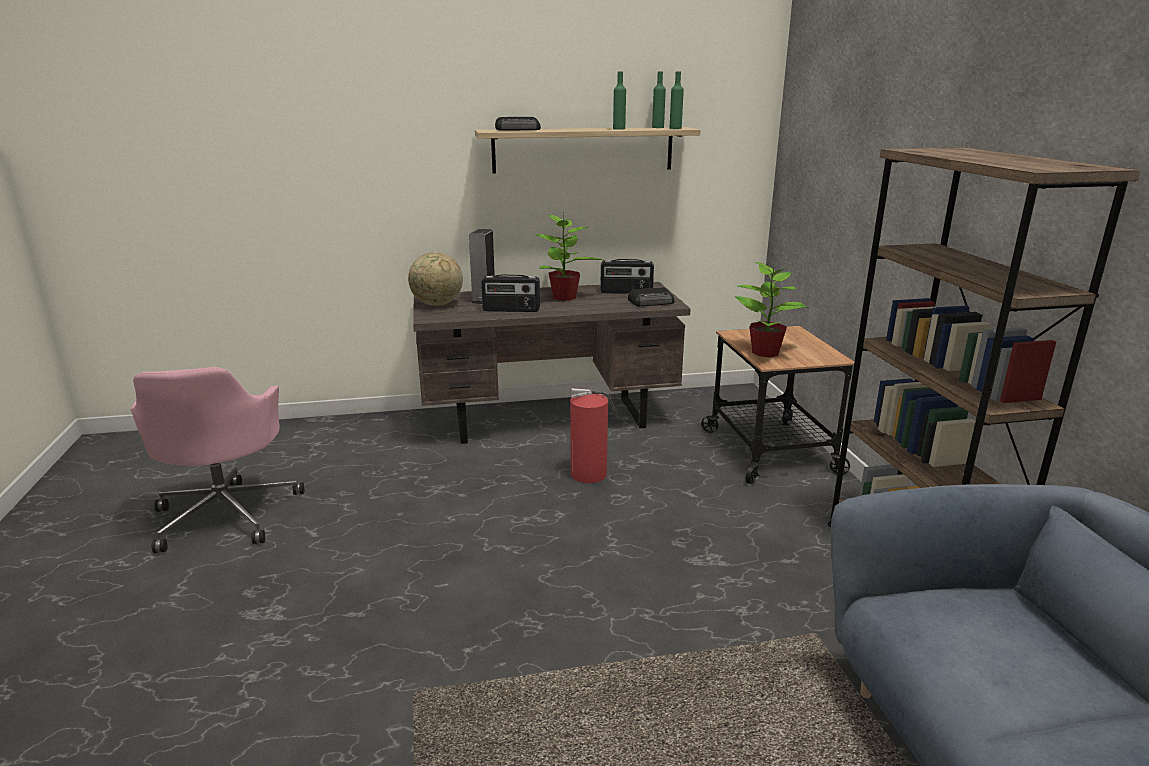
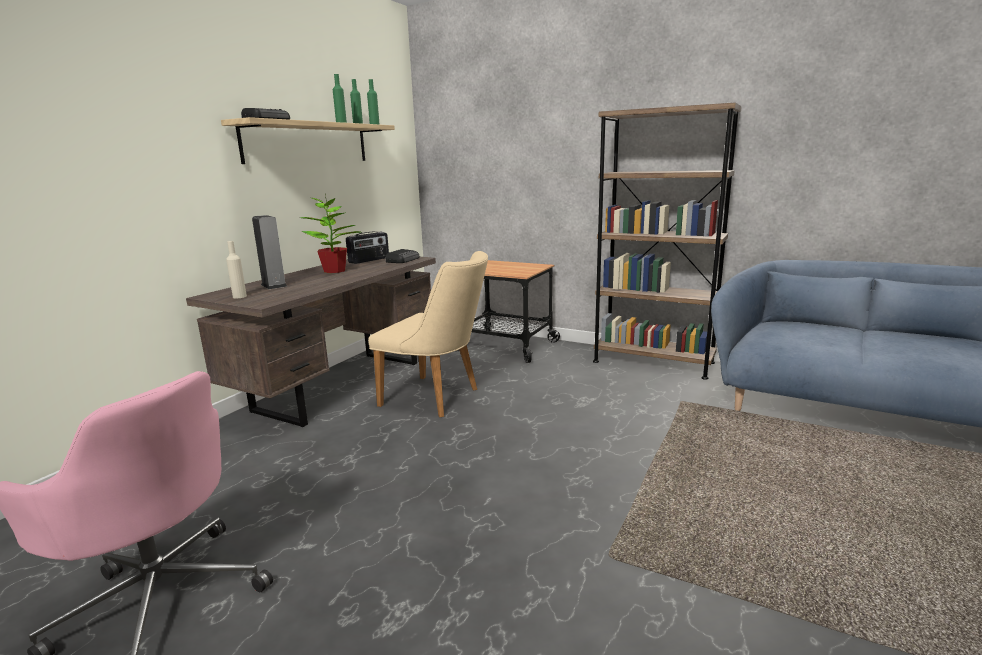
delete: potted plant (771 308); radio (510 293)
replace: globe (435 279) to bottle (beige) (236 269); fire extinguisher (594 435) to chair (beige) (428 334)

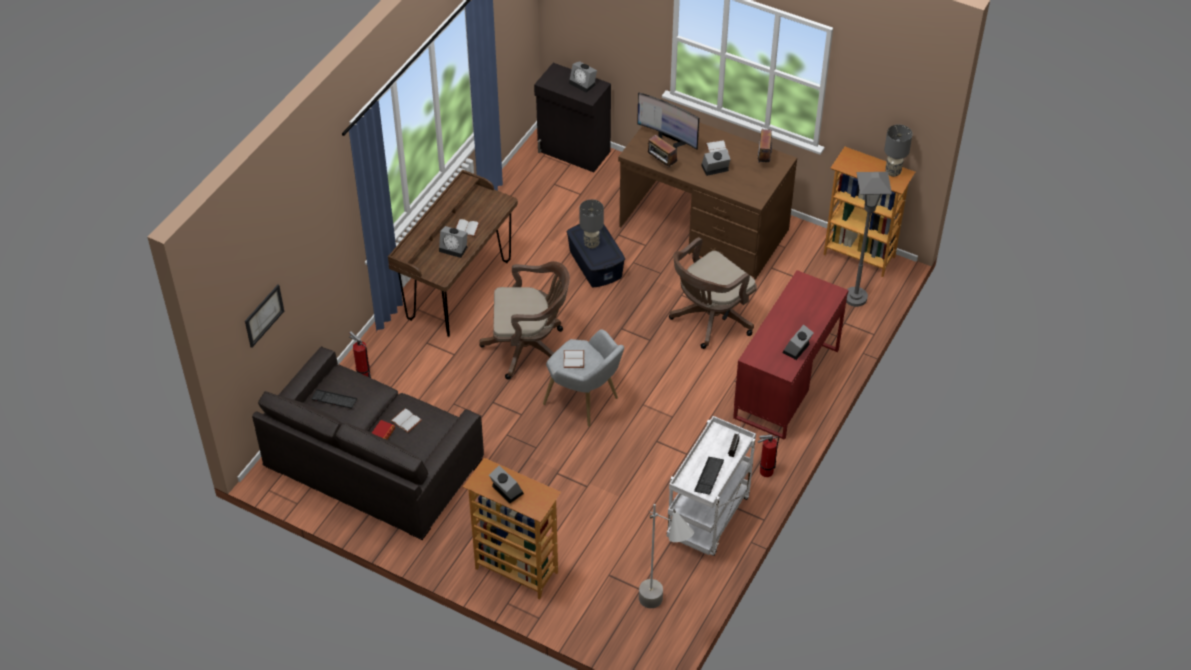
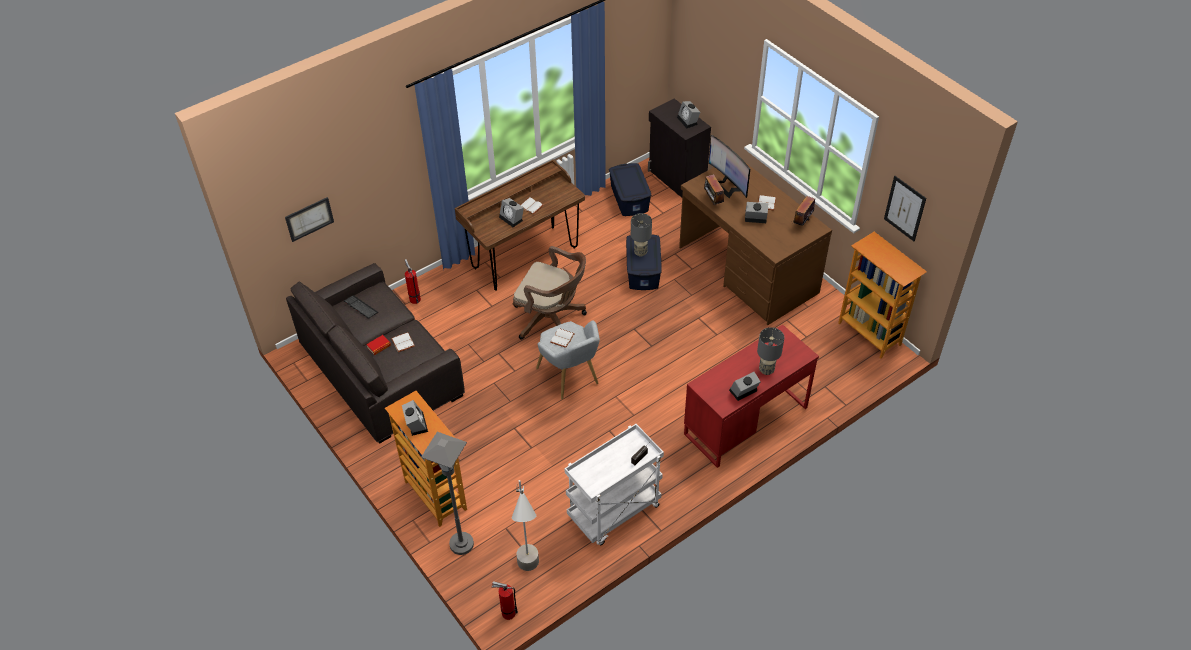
delete: office chair (brown) (713 293); keyboard (709 476)
insert: storage box (blue) (630 189); picture (905 208)
move: table lamp (grey) (898 150) to (770 351); floor lamp (grey) (869 239) to (447 493); fire extinguisher (768 456) to (504 600)

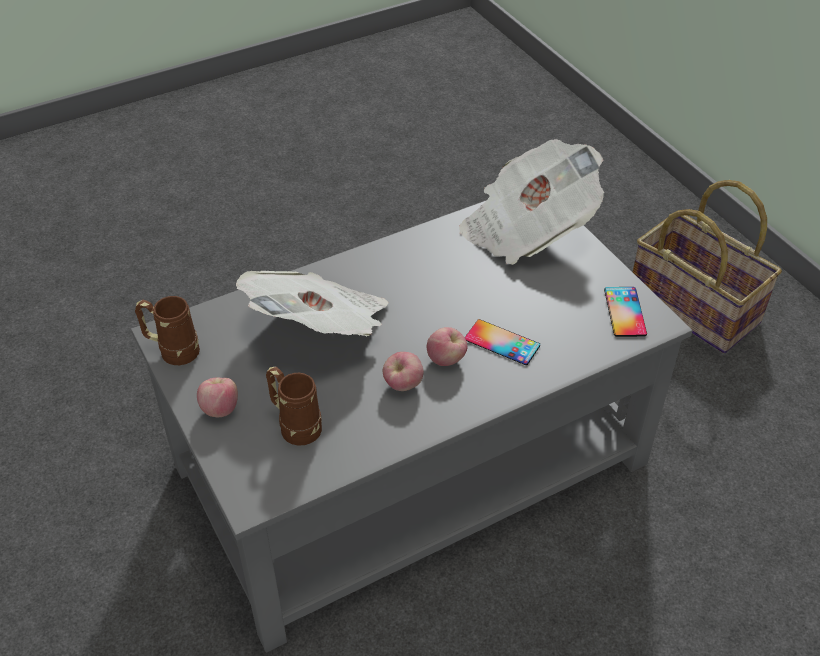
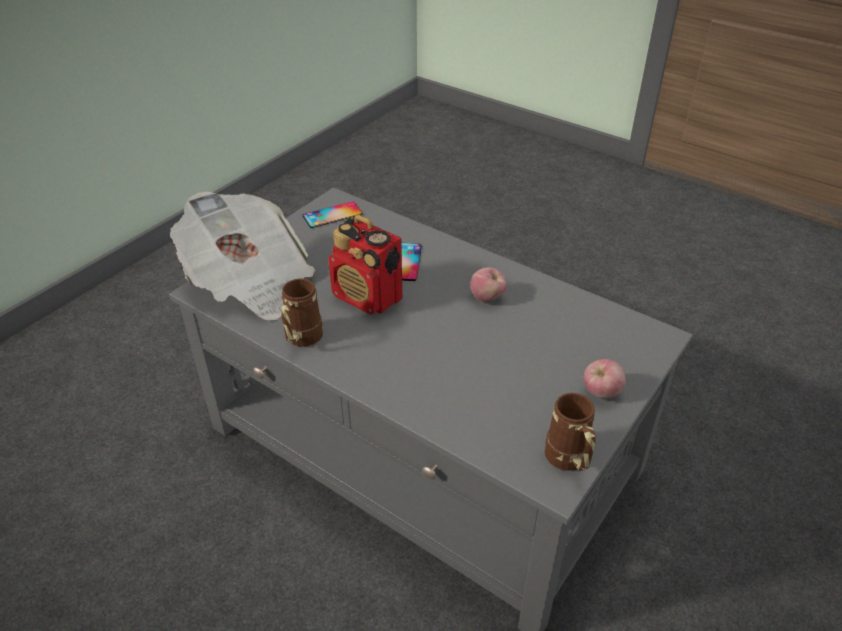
delete: basket (707 266); newspaper (312 303); apple (447 346)
insert: radio (365 265)
move: mug (brown) (294 406) to (302 313)

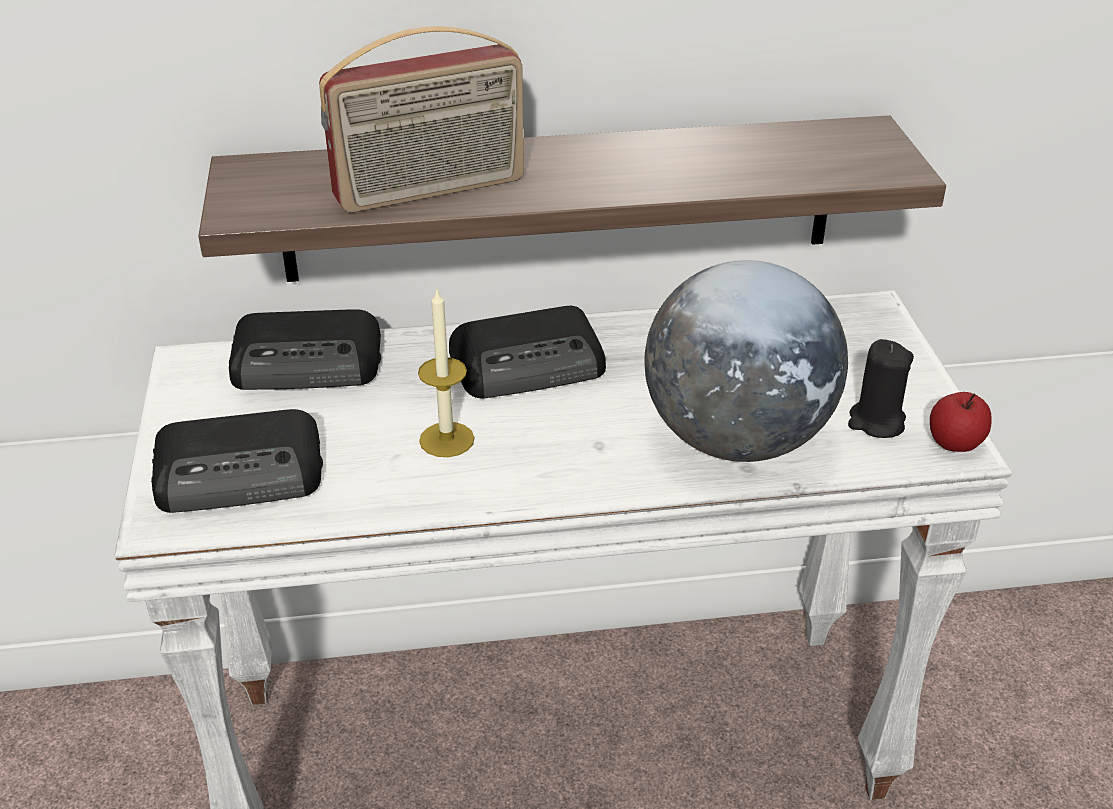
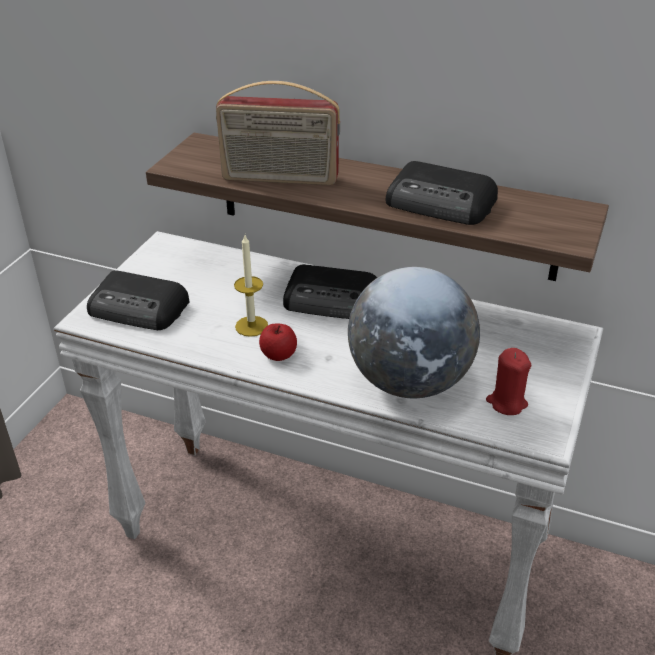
move: radio (305 349) to (441 193); apple (961 422) to (278 342)
recolor: candle (black) (881 388) to candle (red) (509 381)

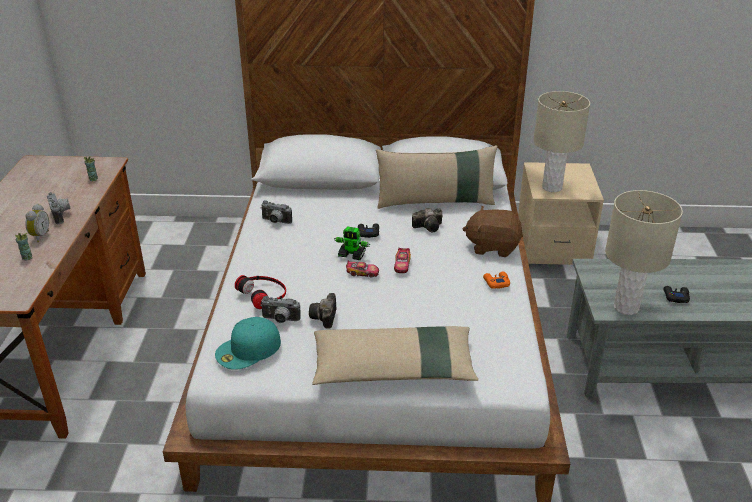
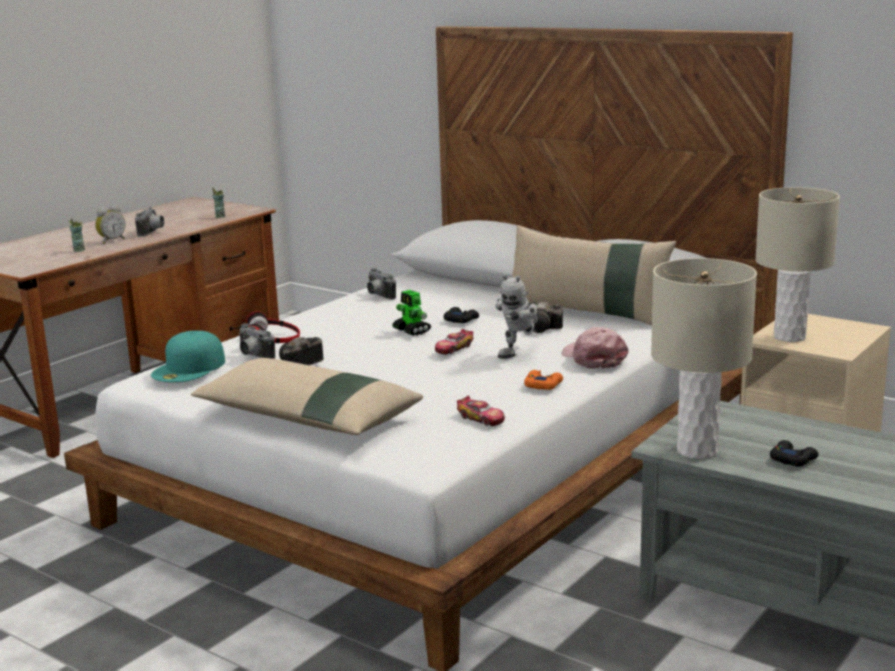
insert: toy robot (517 316)
move: toy car (362 269) to (481 411)
replace: plush toy (brown) (493 231) to cap (pink) (595 348)
rotate: cap (turquoise) (248 343) = (188 357) 60 degrees counterclockwise

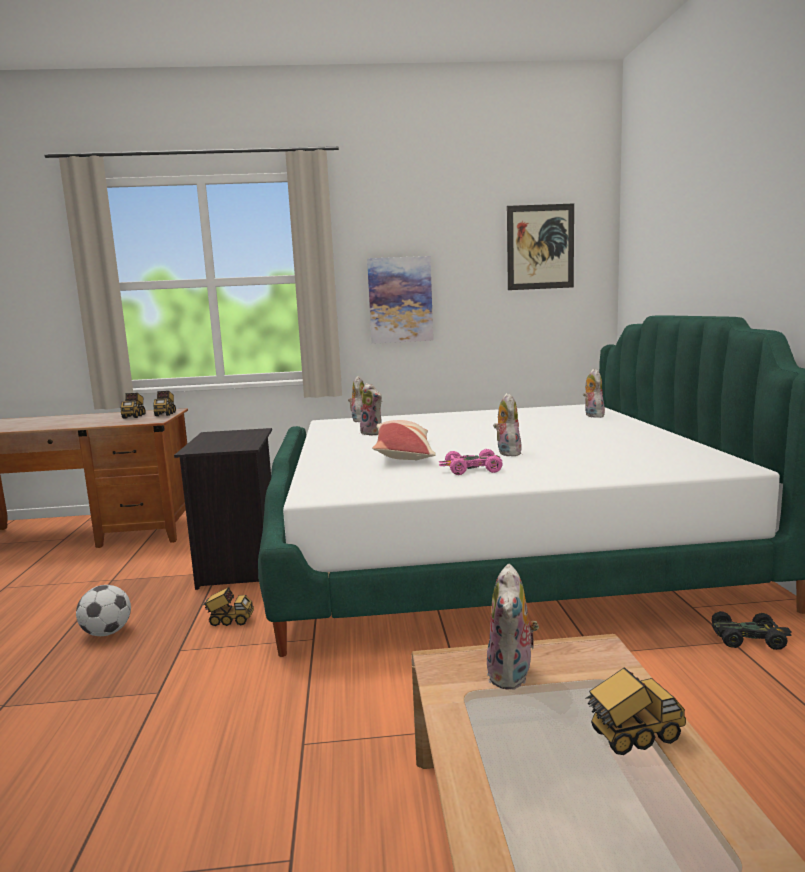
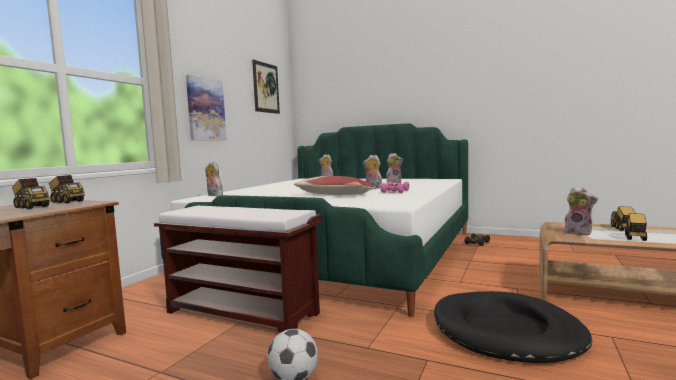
insert: dog bed (black) (513 327)
move: plush toy (371 409) to (395 168); toy truck (228 606) to (636 227)
replace: nightstand (black) (223 509) to bench (brown) (238 269)

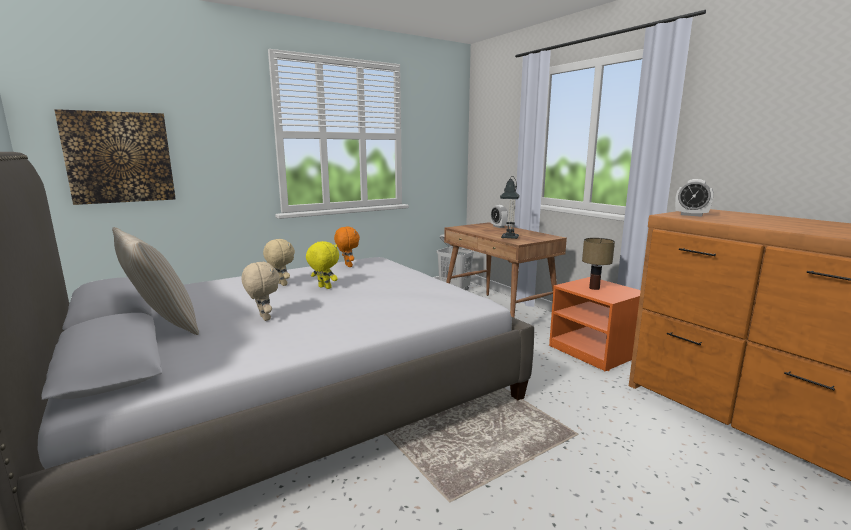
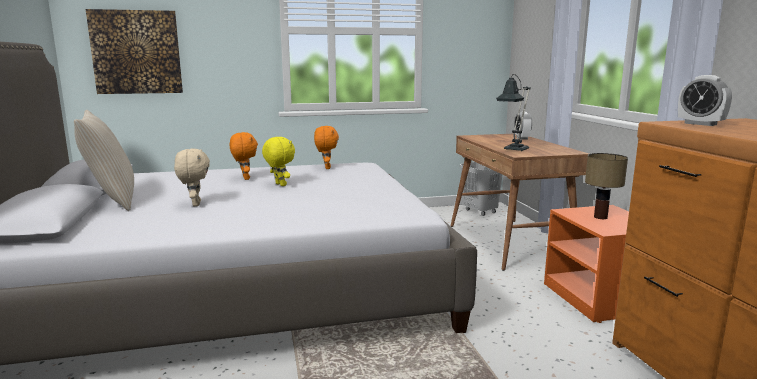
recolor: plush toy (beige) (279 262) to plush toy (orange) (244 156)

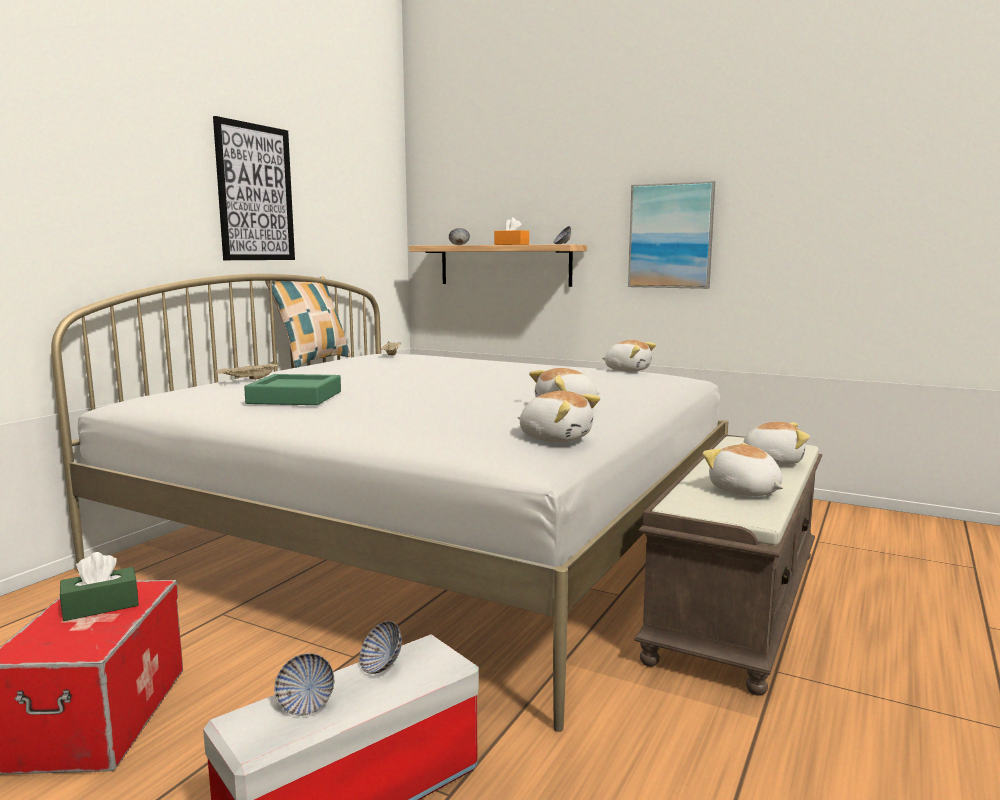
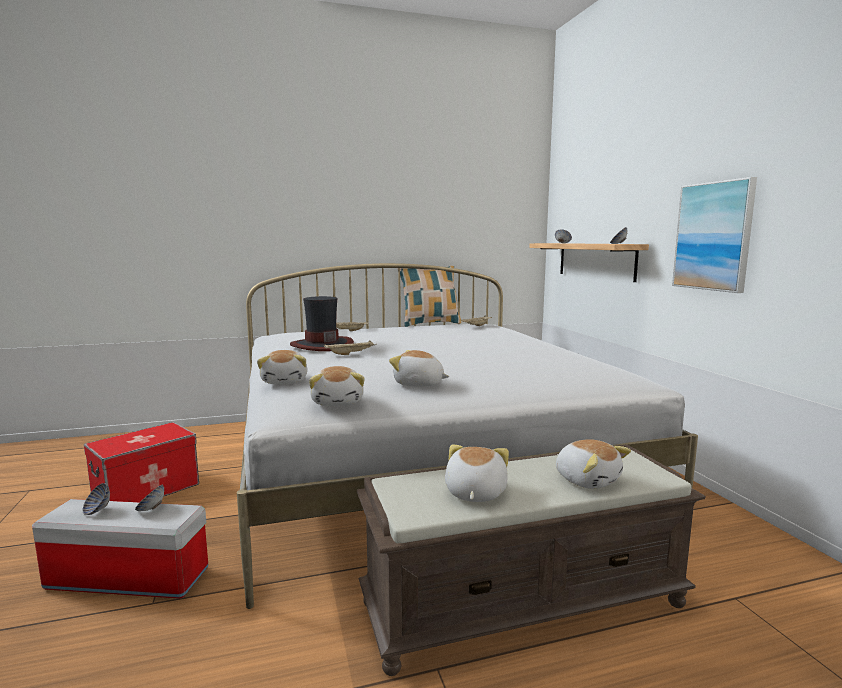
delete: picture (254 188); tissue box (orange) (511 231); tissue box (green) (99 586)
insert: tray (beige) (350 347)
move: plush toy (629 356) to (282 367)
replace: tray (green) (292 389) to hat (322 323)

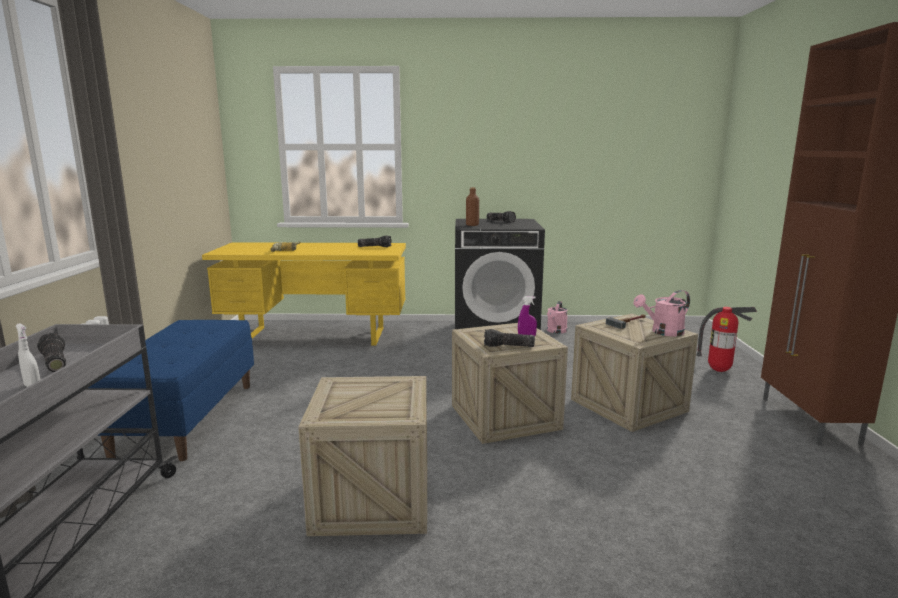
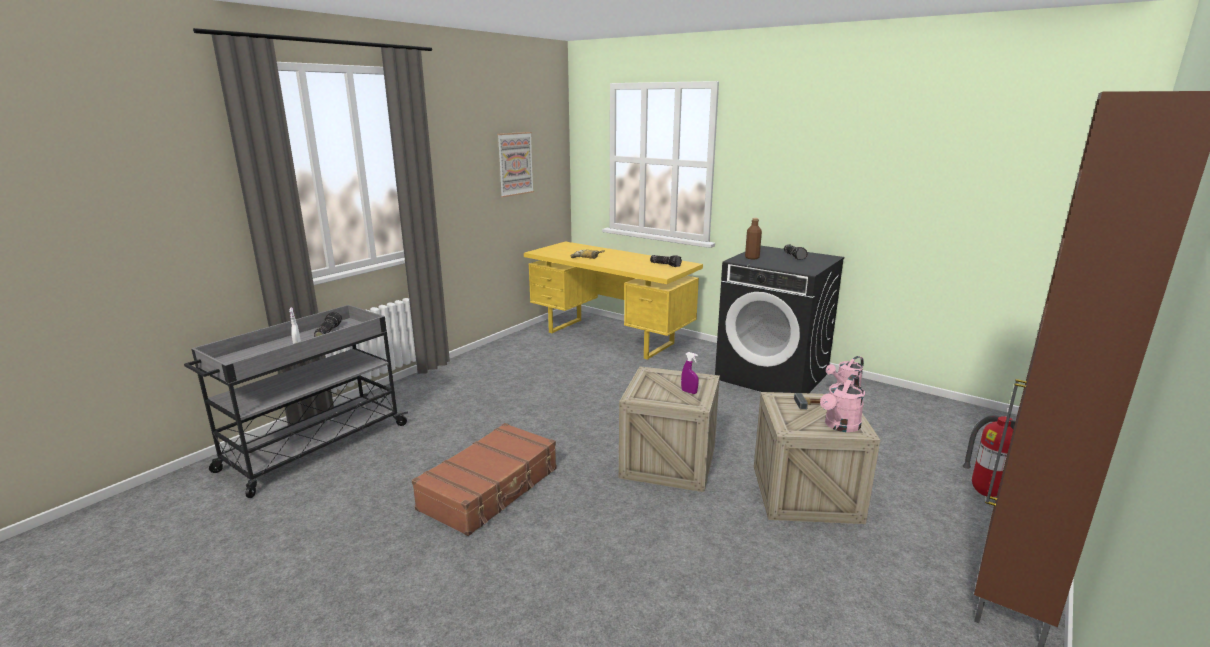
delete: bench (blue) (171 390); flashlight (509 338)
insert: picture (515 164)
replace: crate (362 456) to suitcase (brown) (484 479)
rotate: watering can (pink) (661 313) = (842 403) 60 degrees counterclockwise

